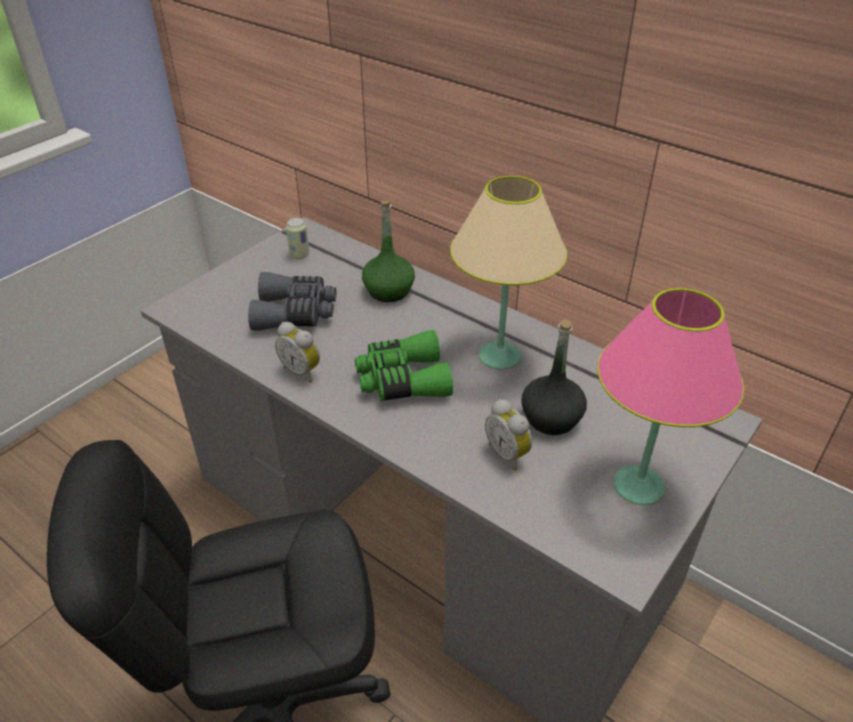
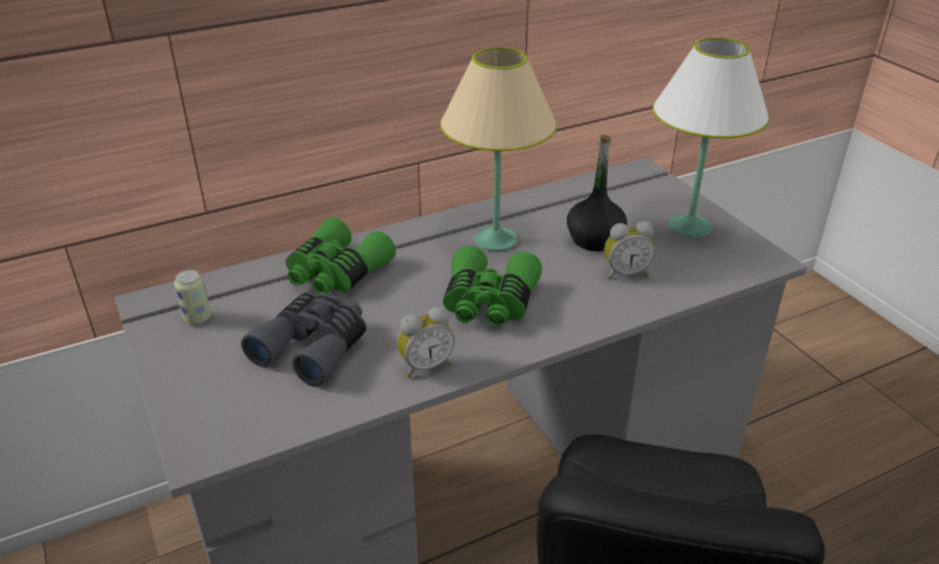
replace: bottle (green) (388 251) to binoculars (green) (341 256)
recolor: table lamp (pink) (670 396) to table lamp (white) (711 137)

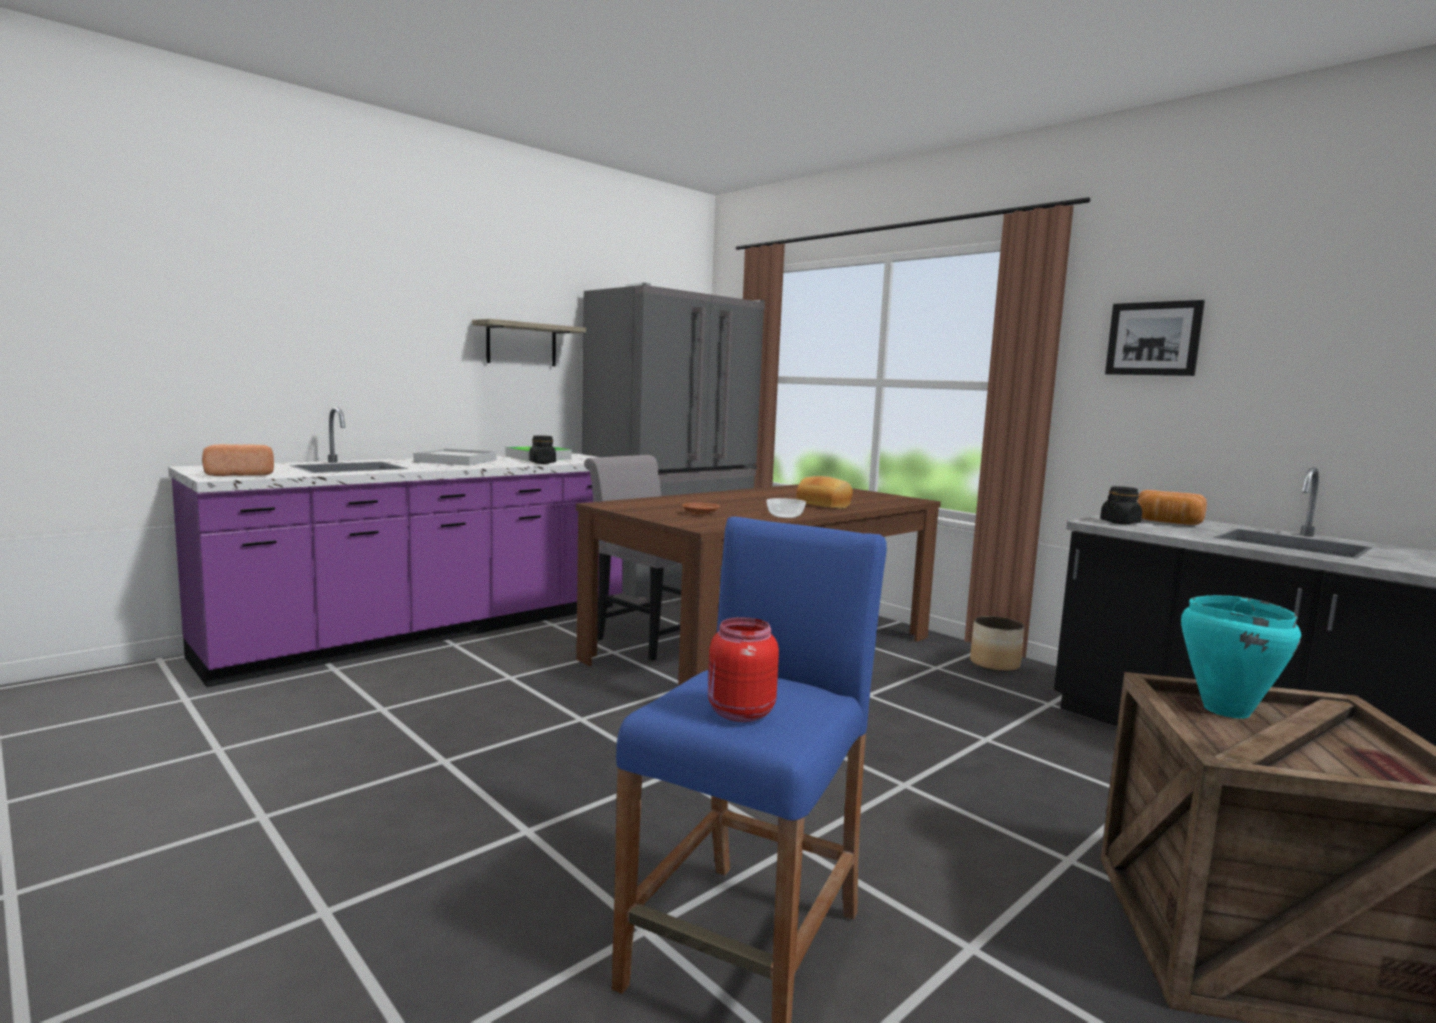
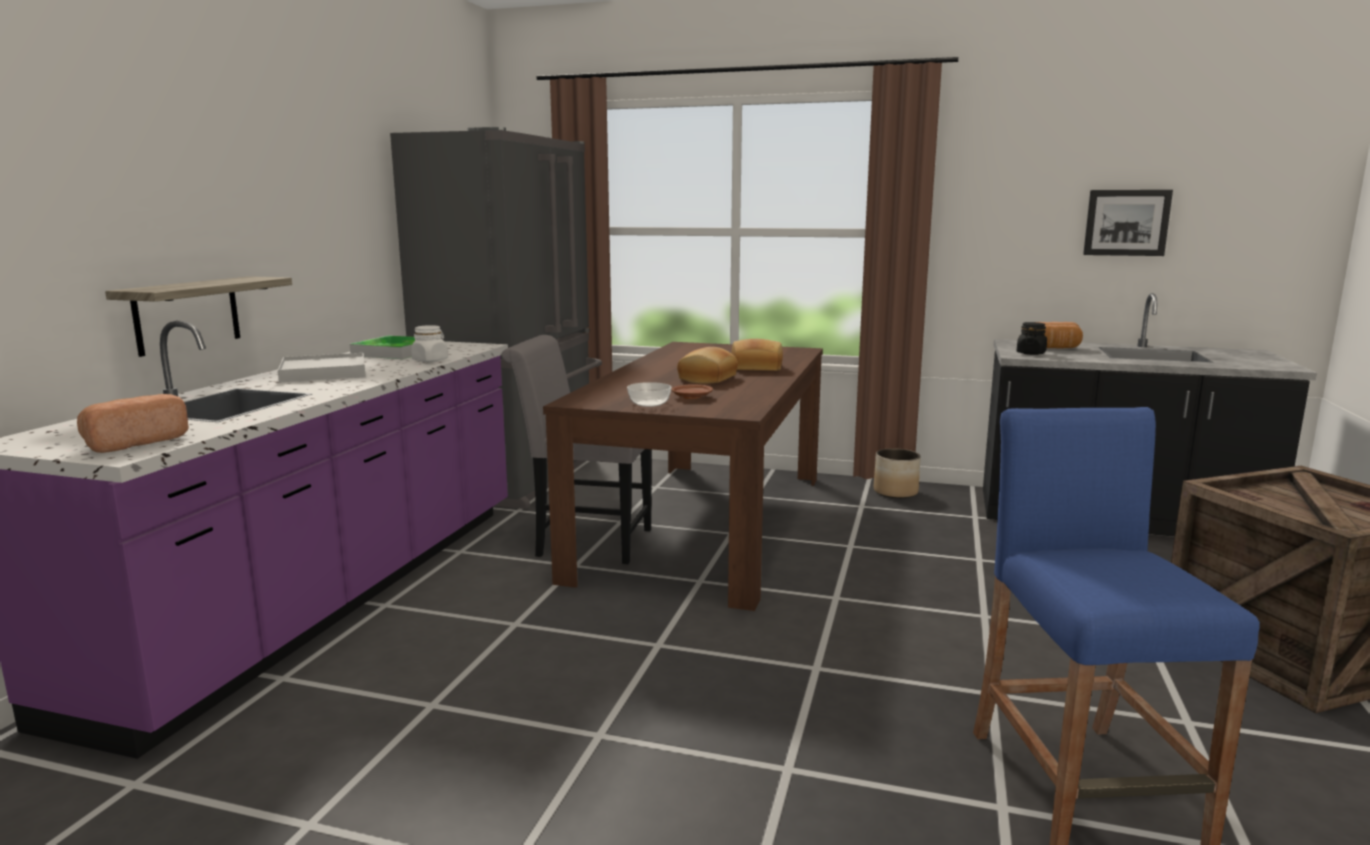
delete: cooking pot (turquoise) (1241 656); jar (red) (743 669)
insert: bread (707 365)
move: picture (1155 338) to (1128 223); shelf (529 342) to (198 316); bowl (786 508) to (649 394)
recolor: jar (black) (542 449) to jar (white) (429 343)

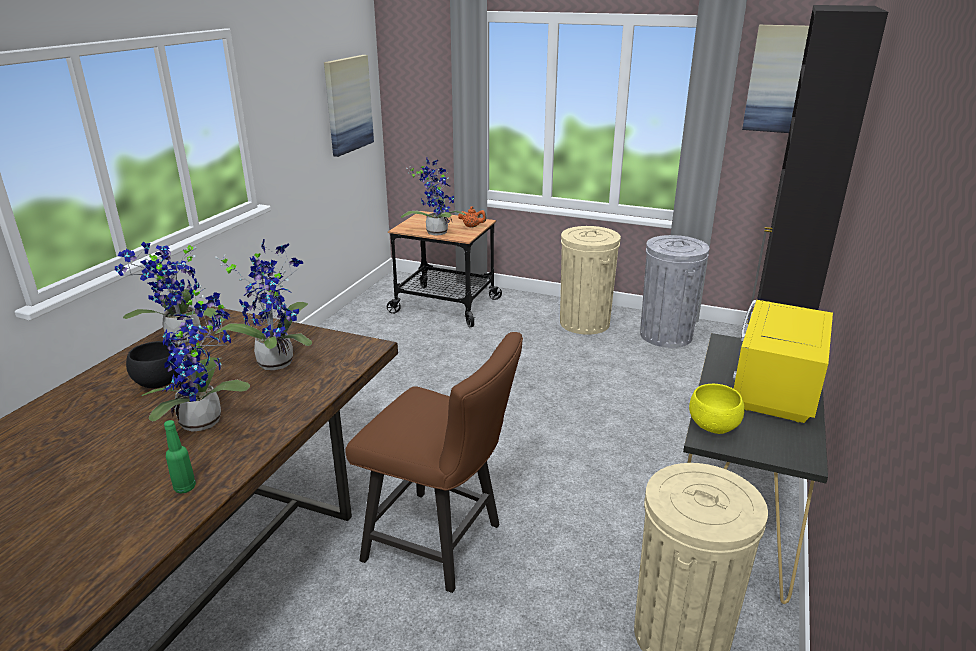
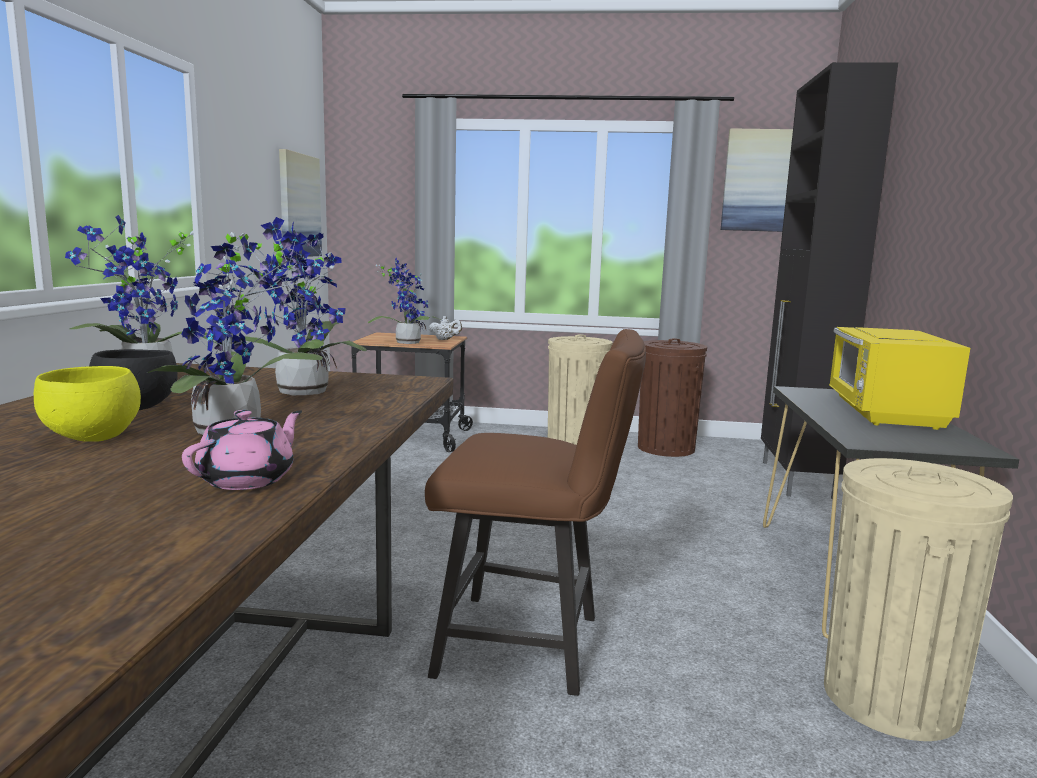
move: bowl (yellow) (717 409) to (87 404)
replace: bottle (green) (180 456) to teapot (pink) (242 450)
recolor: teapot (orange) (472 216) to teapot (white) (445 328); trash can (grey) (675 291) to trash can (brown) (672 397)

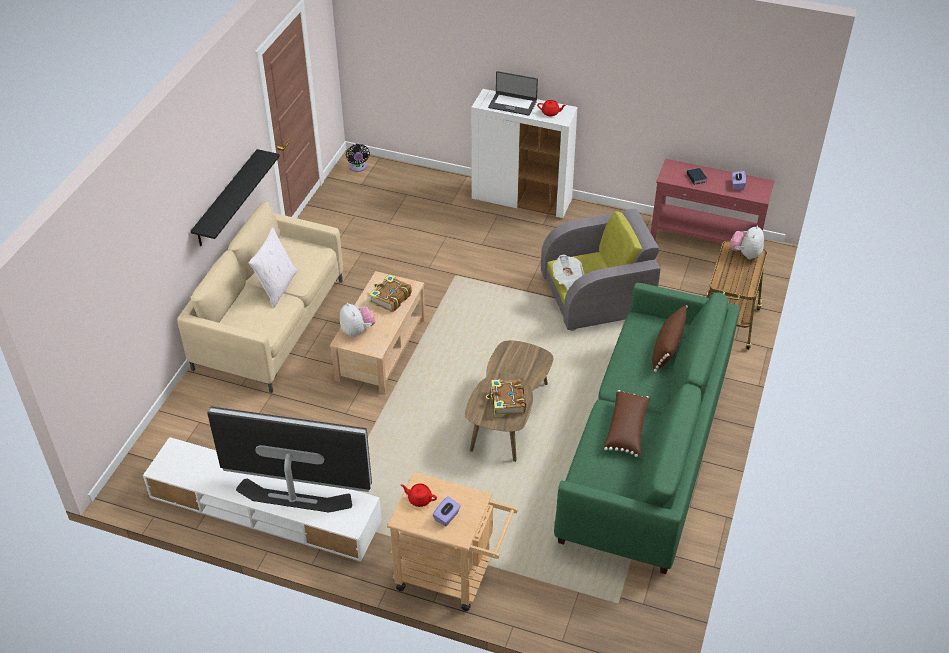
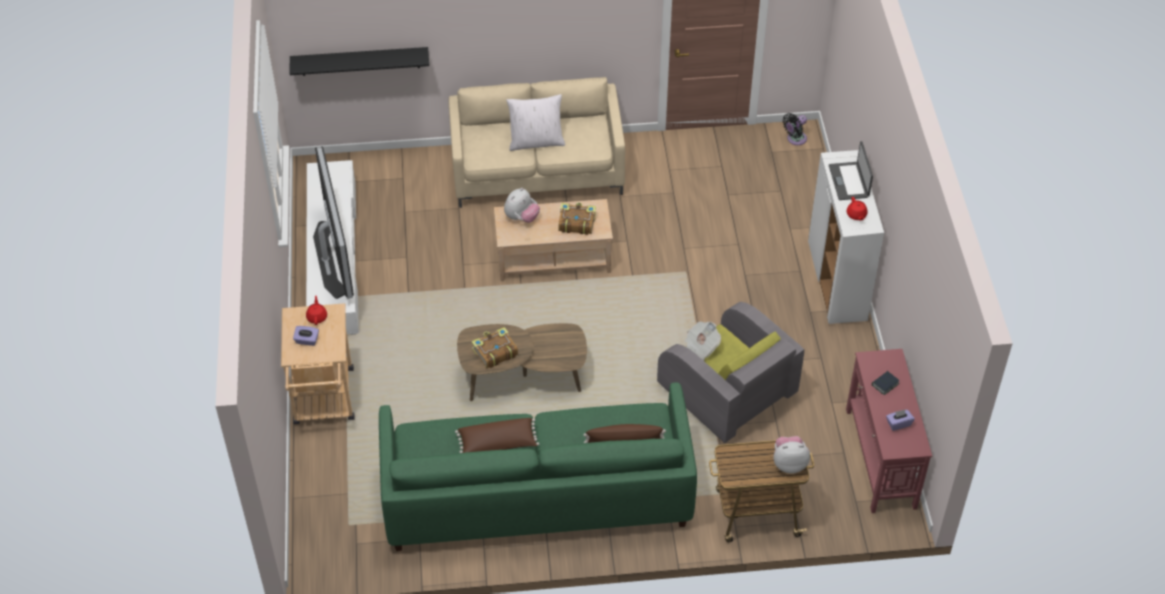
move: shelf (black) (235 197) to (359 61)

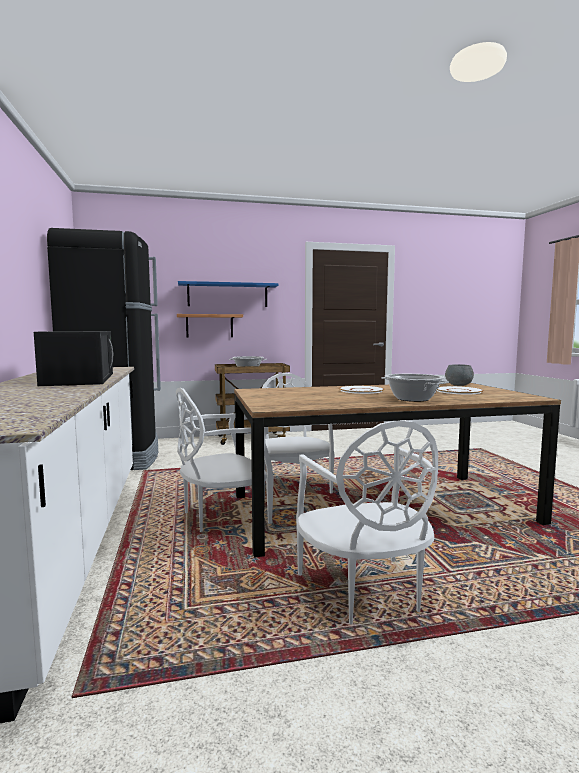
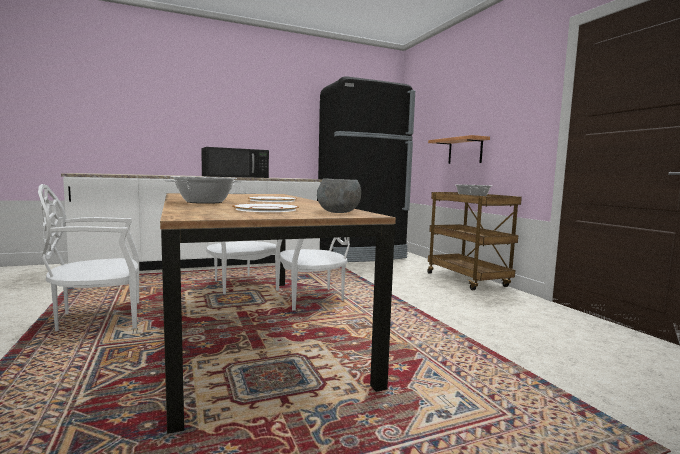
delete: shelf (blue) (228 294)

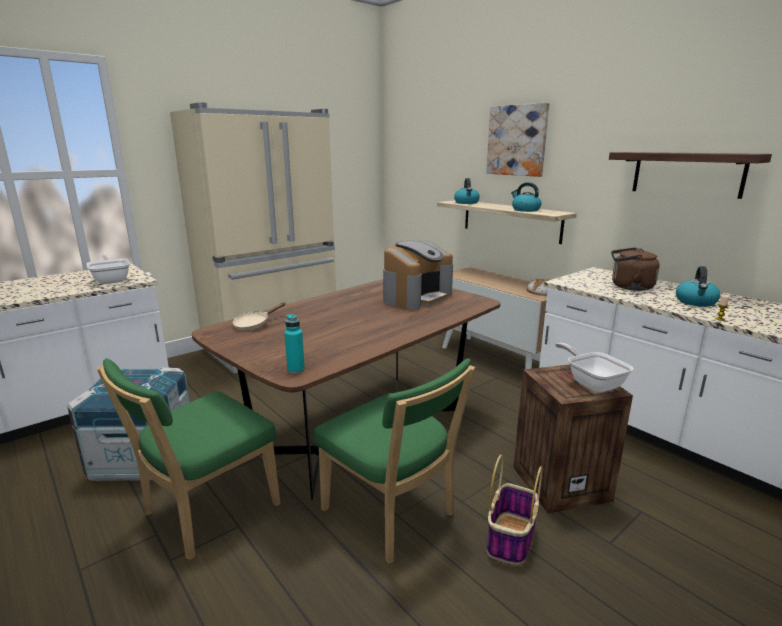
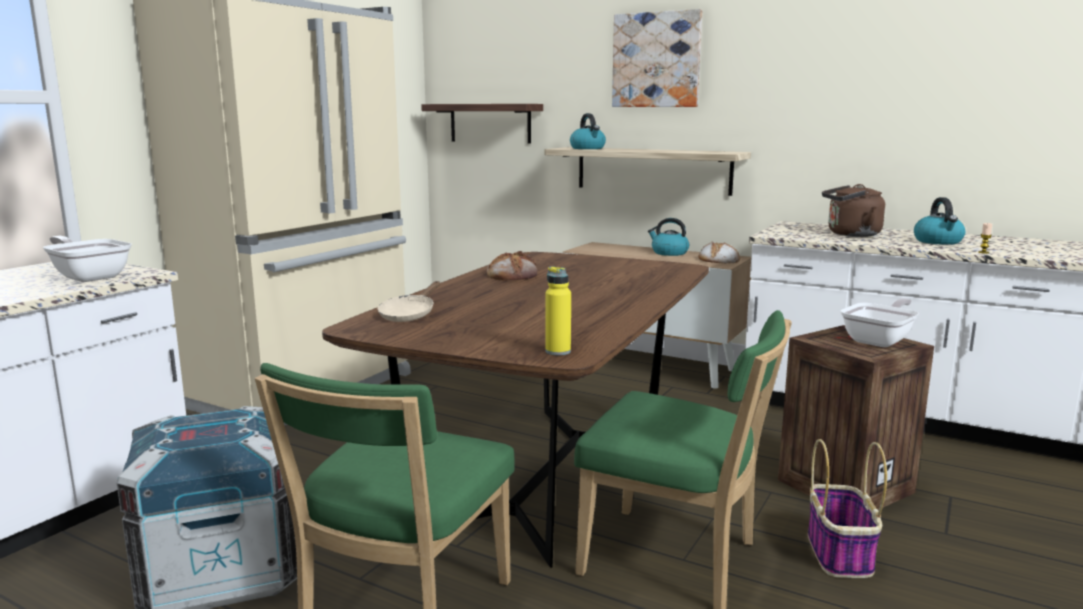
delete: coffee machine (418 275)
insert: bread (512 266)
move: shelf (690 175) to (482 124); kettle (526 197) to (668 237)
recolor: bottle (turquoise) (295 344) to bottle (yellow) (558 310)
rotate: frying pan (594 367) = (880 322) 90 degrees clockwise

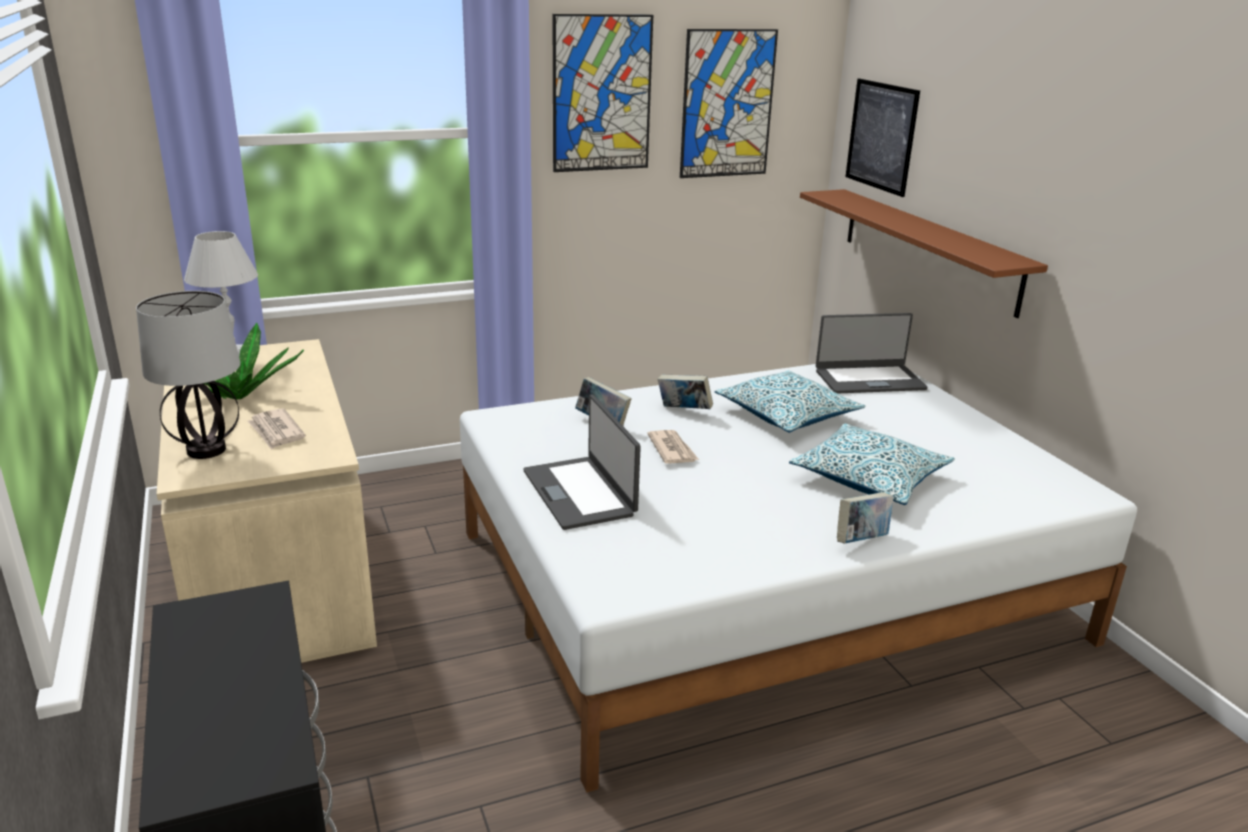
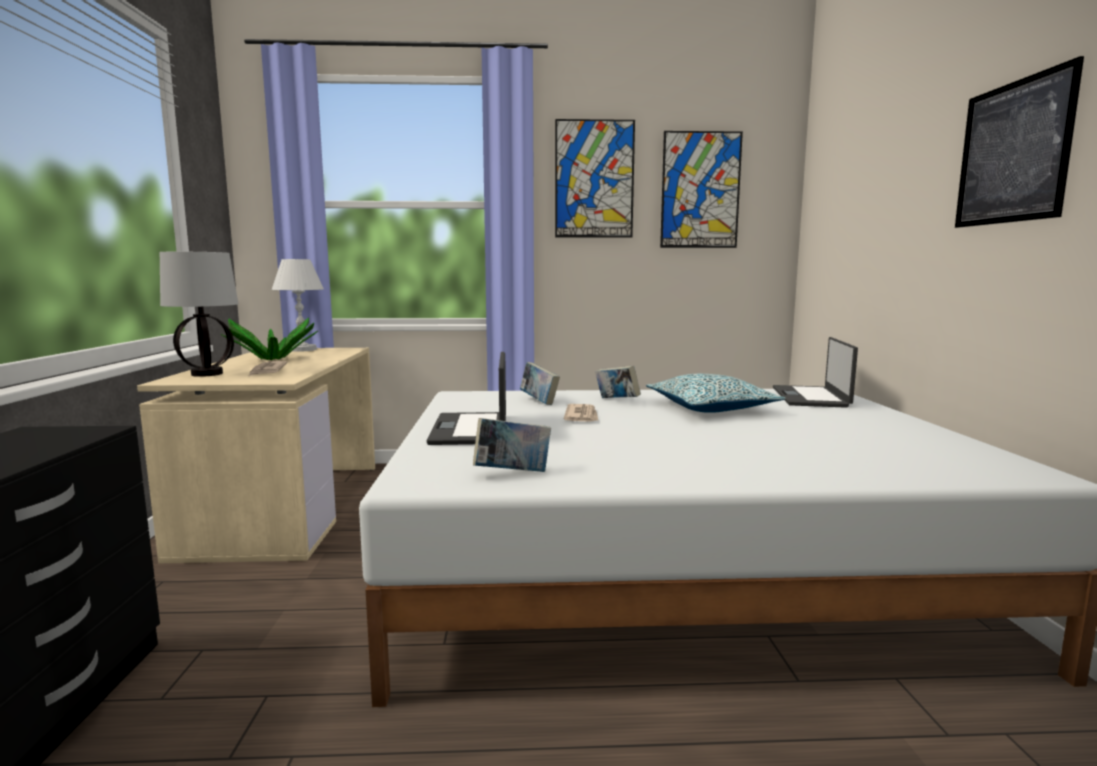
delete: shelf (brown) (924 253); pillow (872 464)
move: picture (883 138) to (1019 142); book (865 517) to (512 445)
rotate: laptop (872 353) = (815 372) 90 degrees clockwise

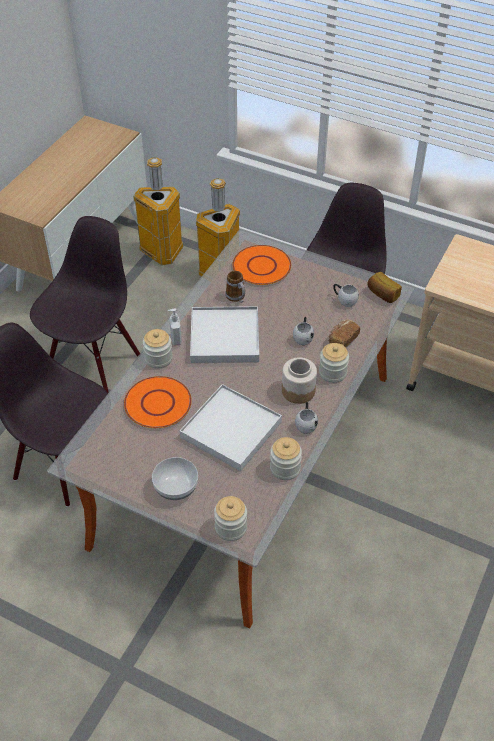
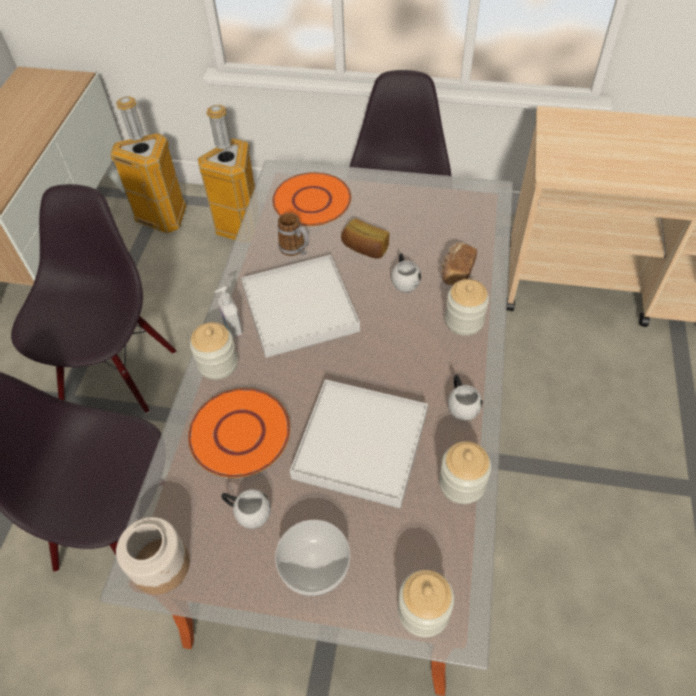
move: bread (384 287) to (365 238); mug (white) (346 295) to (246 509); jar (299 380) to (153 556)

